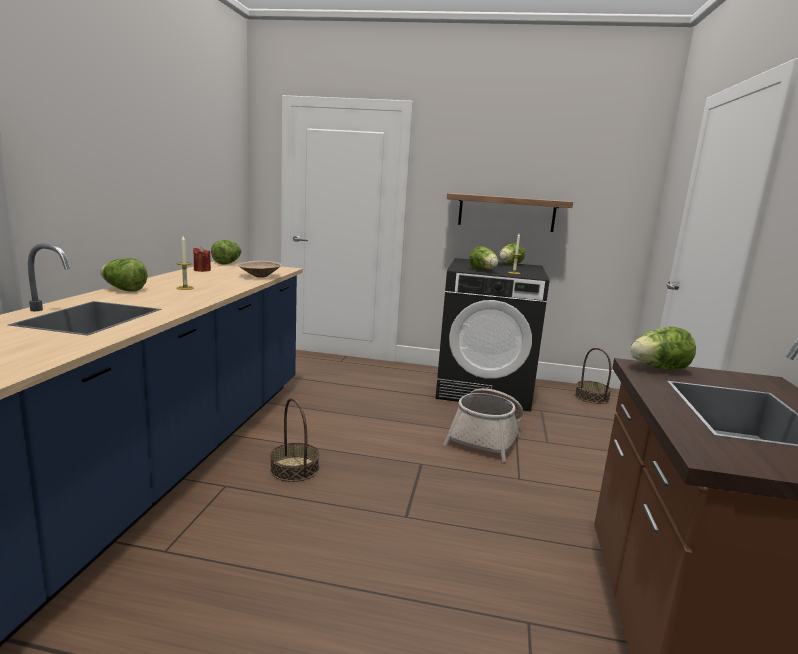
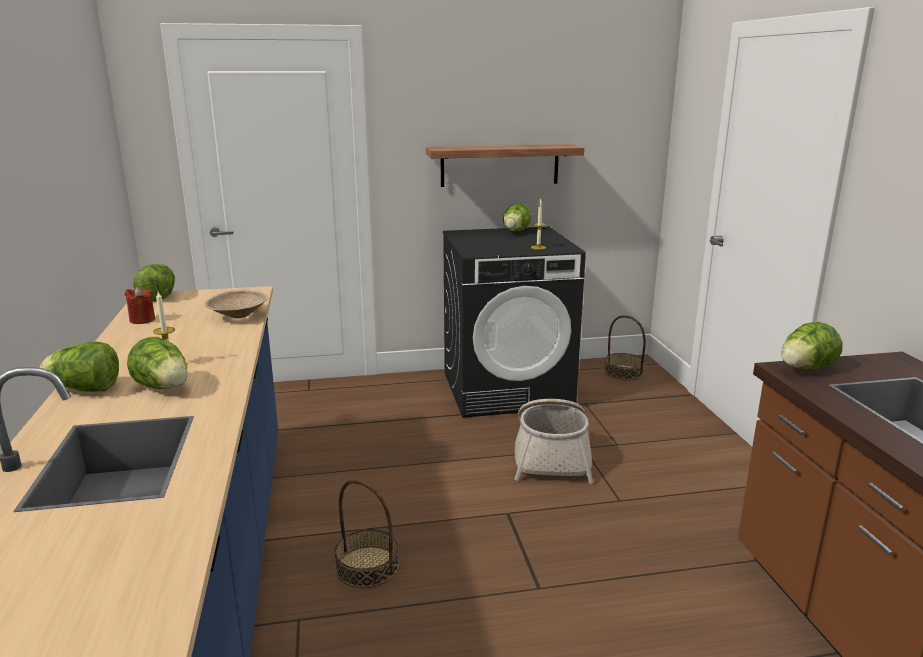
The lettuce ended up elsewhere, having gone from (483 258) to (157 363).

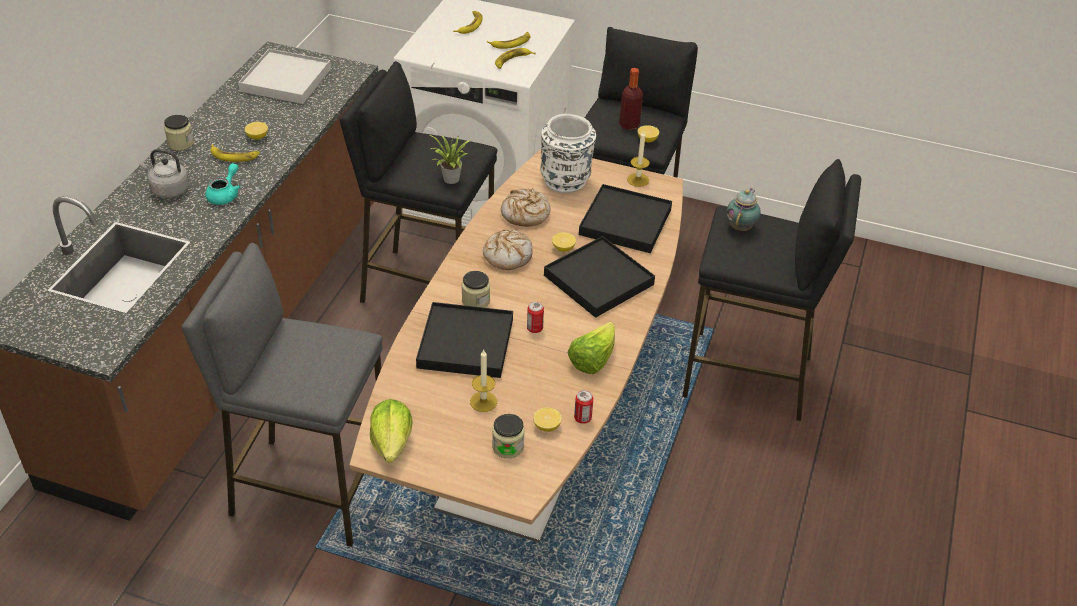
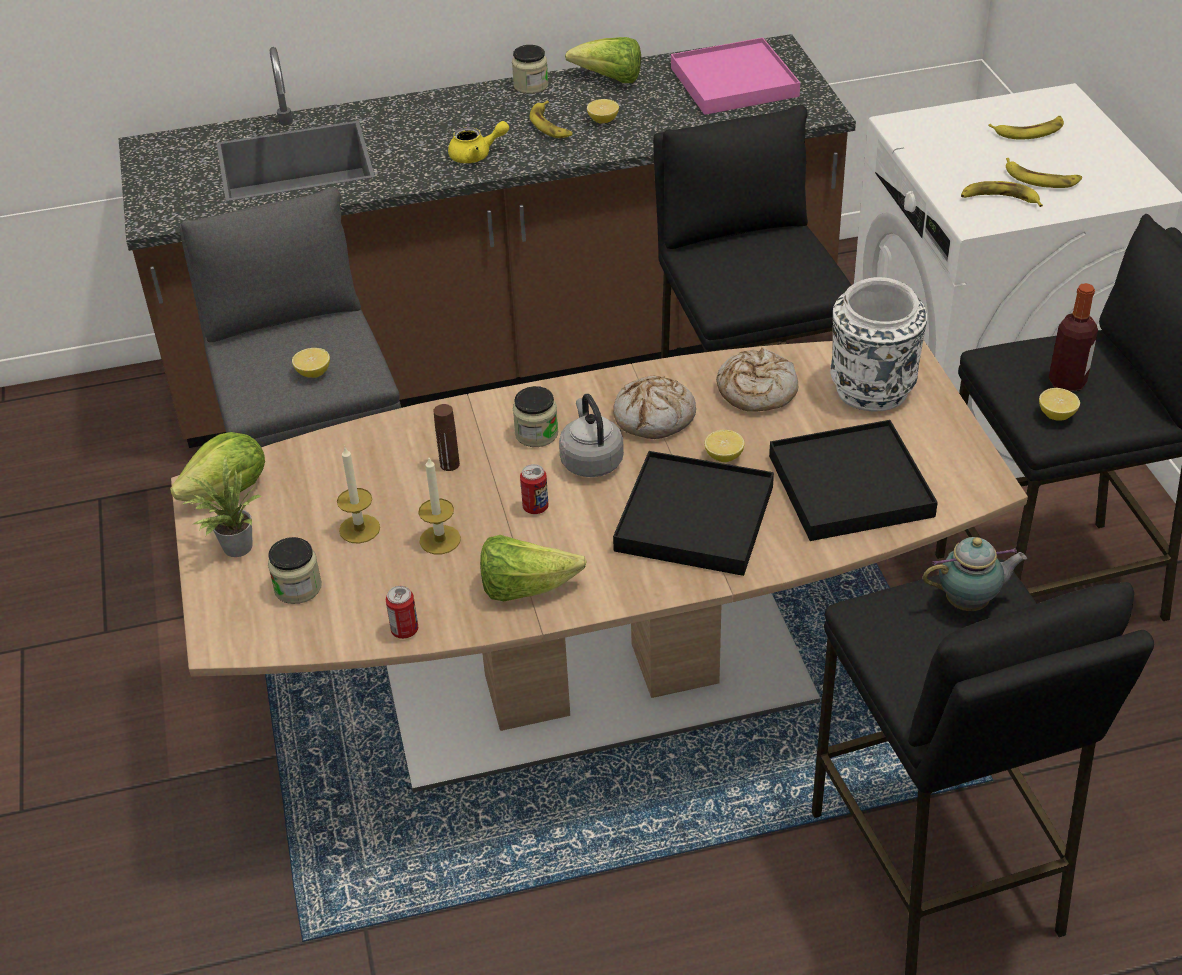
The grey kettle ended up elsewhere, having gone from (164 173) to (591 435).
What was the turquoise teapot at (223 184) turned into the yellow teapot at (478 142).
What was the white tray at (284 76) turned into the pink tray at (735 76).
Where the black tray stood at (464 340), the brown bottle came to stand at (447 437).
The potted plant ended up elsewhere, having gone from (450 159) to (221 506).
The lemon ended up elsewhere, having gone from (547 419) to (311 363).
The candle ended up elsewhere, having gone from (638 158) to (439 506).
The second view gained the lettuce at (603 60).

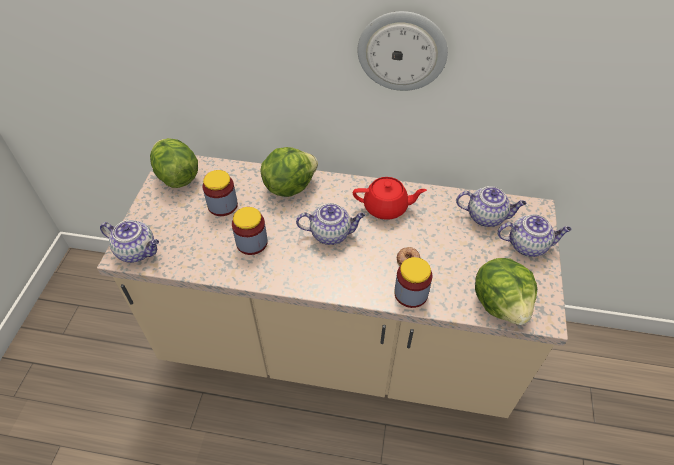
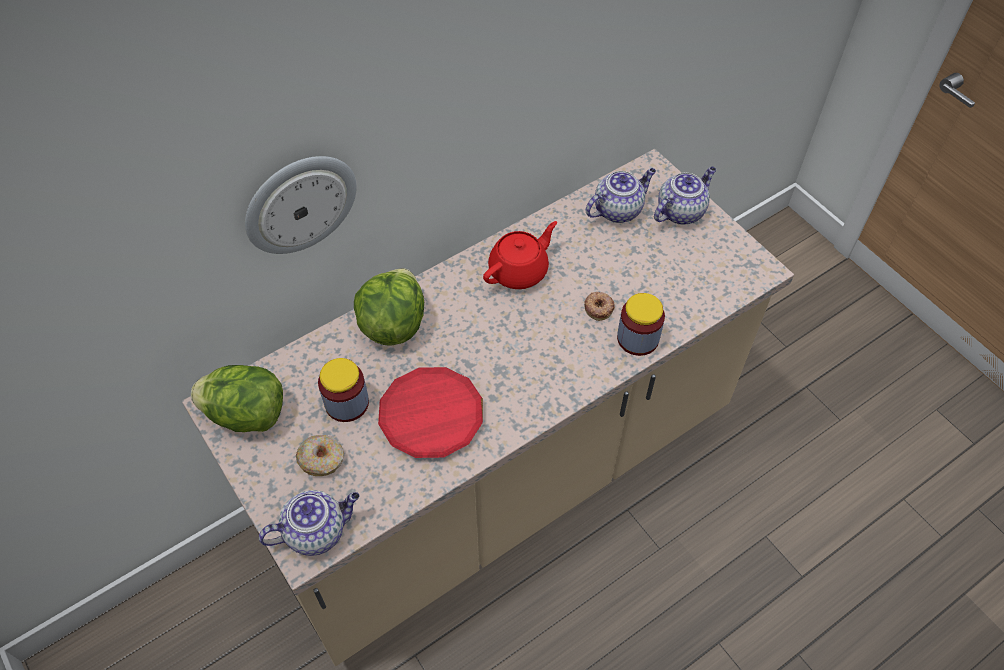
Where the jar stood at (250 231), the red plate came to stand at (430 412).
The second view lost the teapot at (330 224).
The wall clock ended up elsewhere, having gone from (402 51) to (301 205).
The second view lost the lettuce at (506 291).
The second view gained the donut at (320 455).

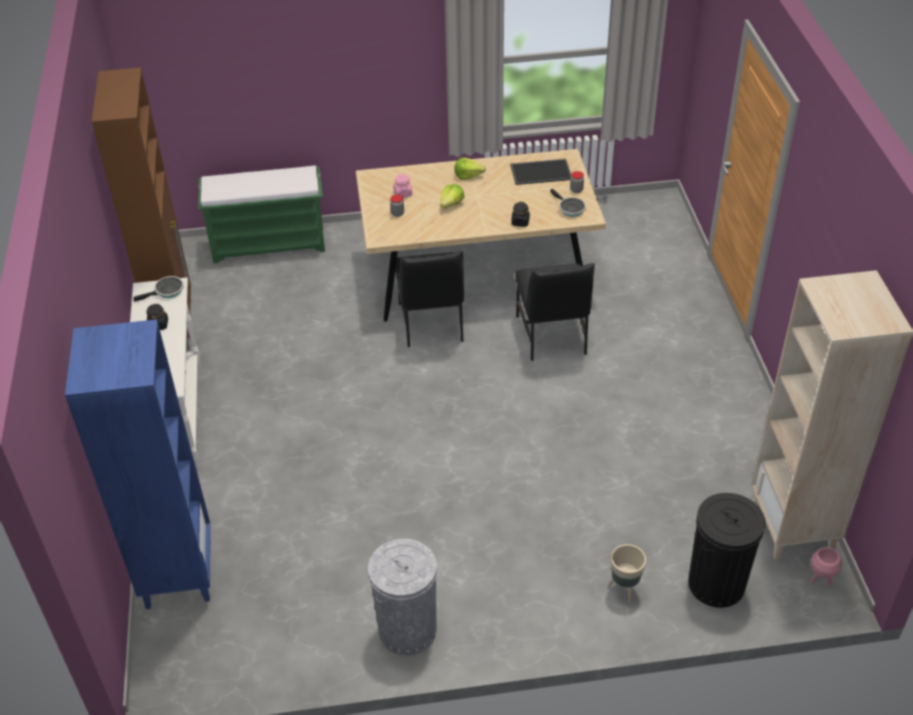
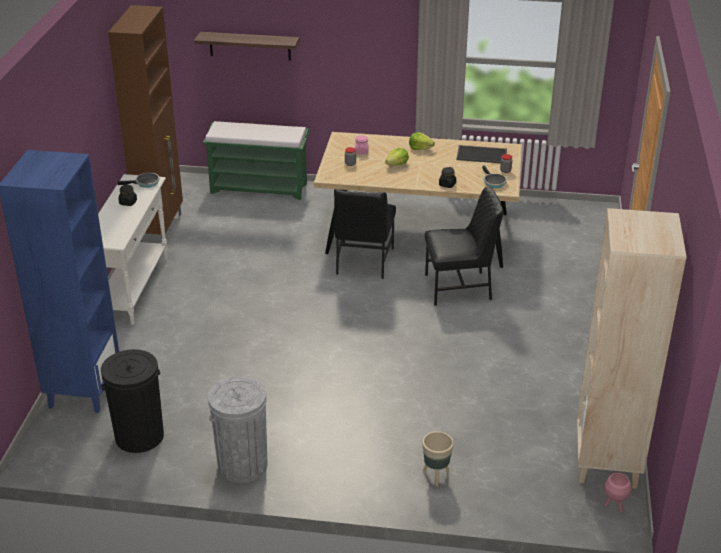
The black chair at (555 312) ended up facing another way, 105 degrees counterclockwise from before.
The black trash can ended up elsewhere, having gone from (726 550) to (132 401).
The second view gained the shelf at (246 46).

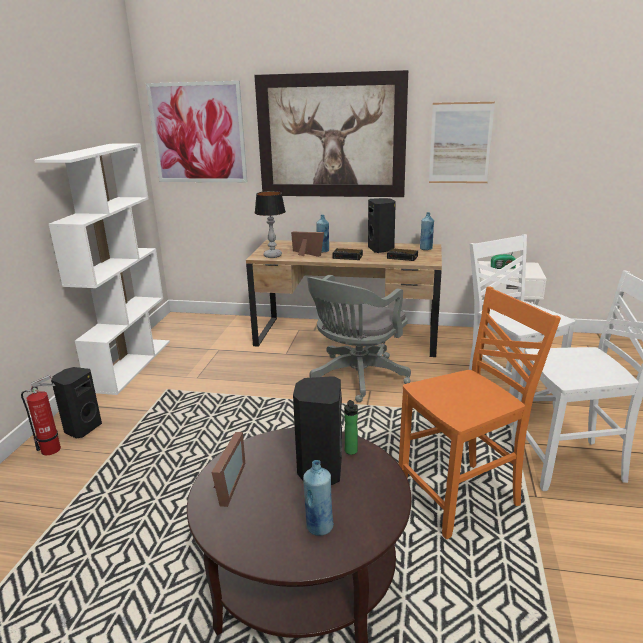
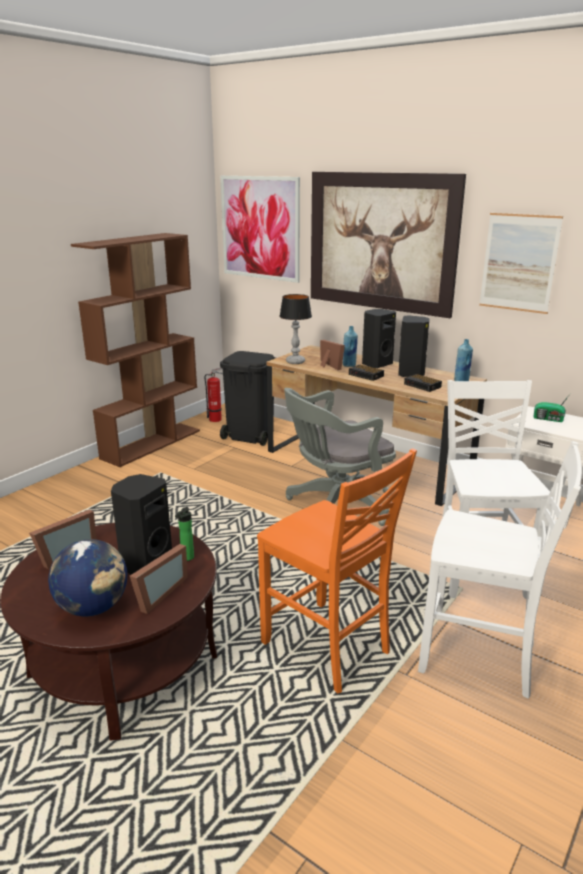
The fire extinguisher ended up elsewhere, having gone from (41 415) to (213 395).
What was the white bookcase at (102 269) turned into the brown bookcase at (135 350).
The black speaker ended up elsewhere, having gone from (76 403) to (379 338).
Where the blue bottle stood at (318 498), the globe came to stand at (87 577).
The orange chair at (480 412) ended up facing another way, 45 degrees clockwise from before.
The second view gained the picture frame at (159 579).
The second view gained the black trash can at (248 398).

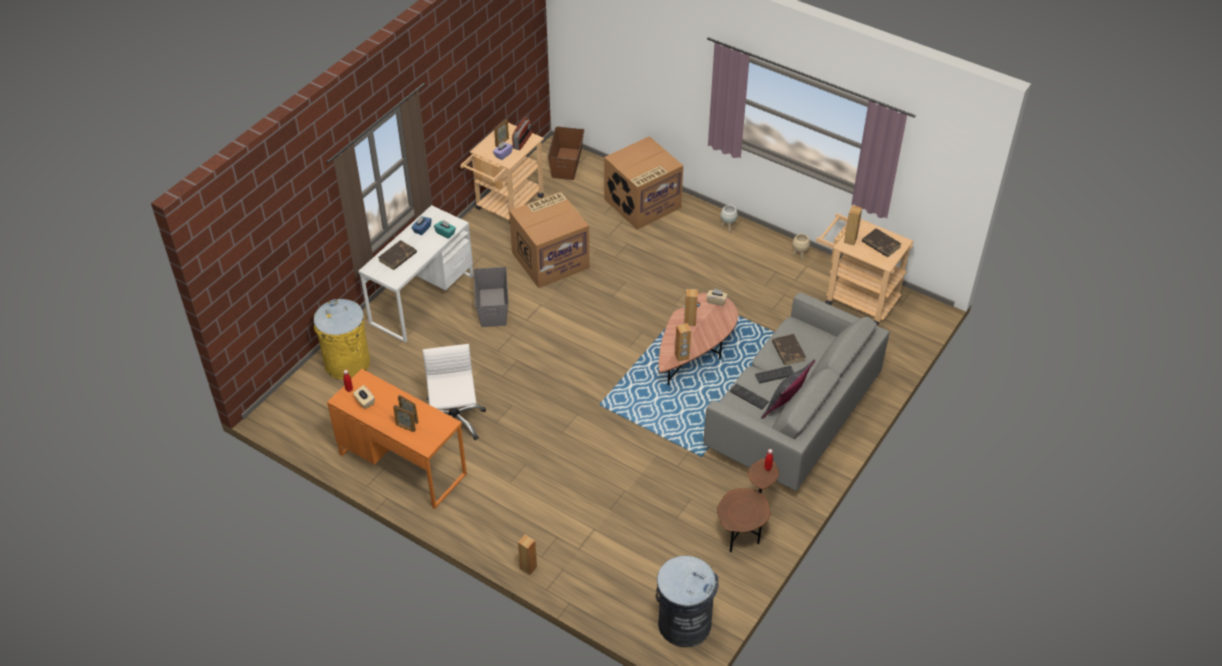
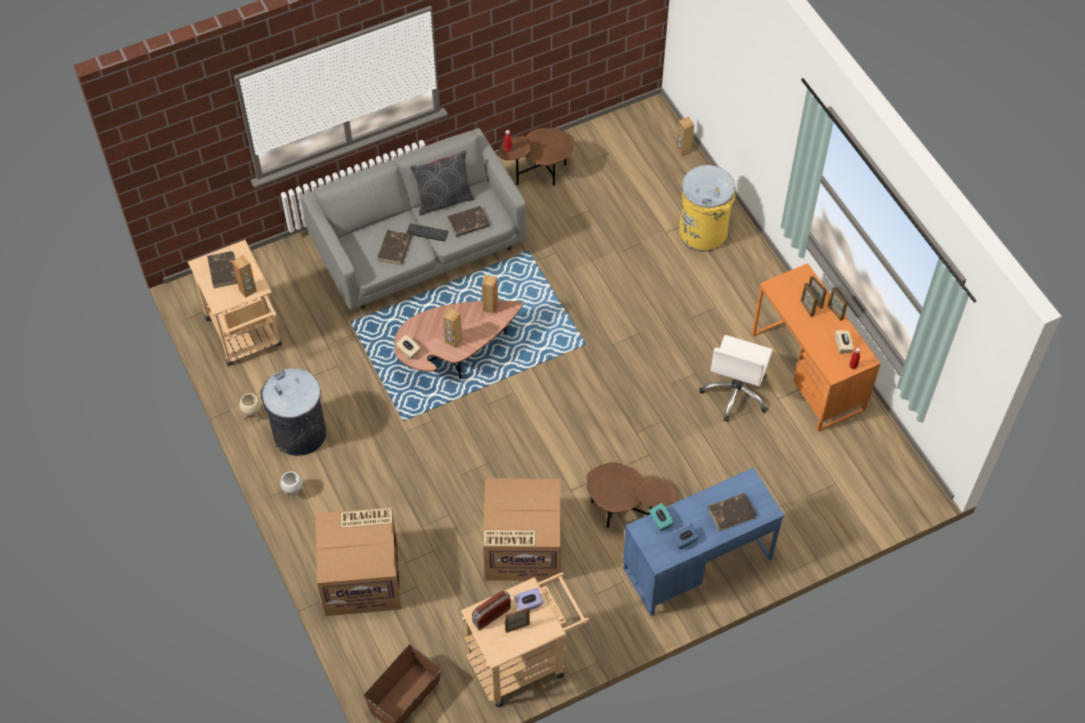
The yellow trash can ended up elsewhere, having gone from (342 339) to (707 208).
What was the white desk at (415 274) turned into the blue desk at (704 542).
Where the grey storage box stood at (491 297), the brown side table came to stand at (631 495).
The brown speaker ended up elsewhere, having gone from (527 555) to (685 136).
The grey trash can ended up elsewhere, having gone from (687 601) to (293 412).
Where the keyboard stood at (749 396), the brown book came to stand at (468 221).
The second view gained the picture frame at (838 304).

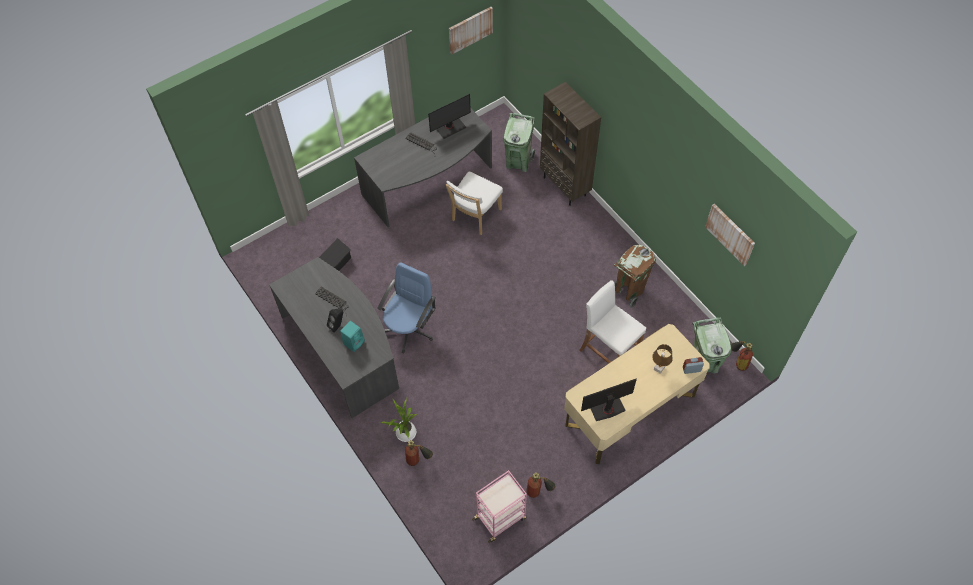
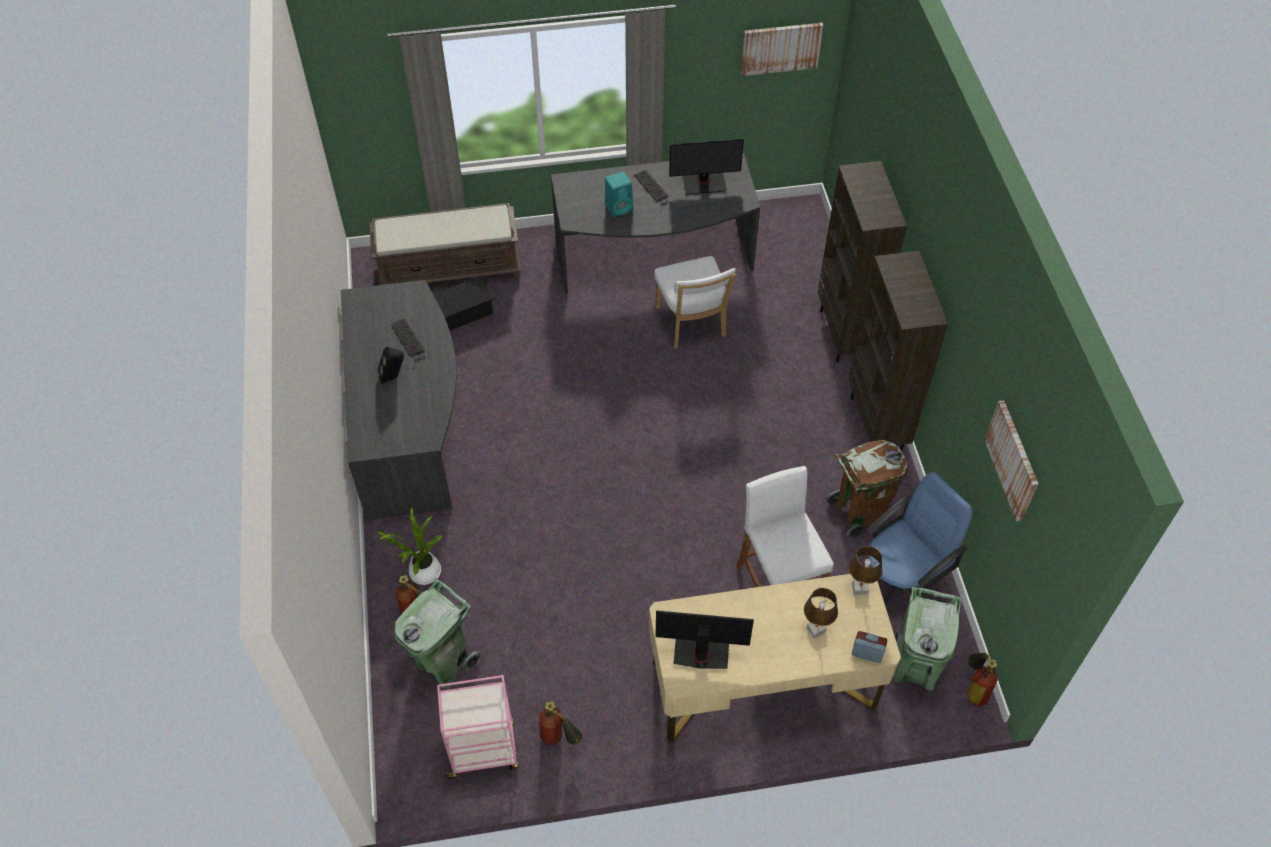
The turquoise speaker ended up elsewhere, having gone from (352 336) to (619 194).
The blue office chair ended up elsewhere, having gone from (406 308) to (920 538).
The white chair at (474 203) ended up facing another way, 75 degrees counterclockwise from before.
The green trash can ended up elsewhere, having gone from (519 142) to (437 633).
The second view gained the brown bench at (445 244).
The second view gained the brown bookcase at (898 351).
The second view gained the brown table lamp at (866 570).

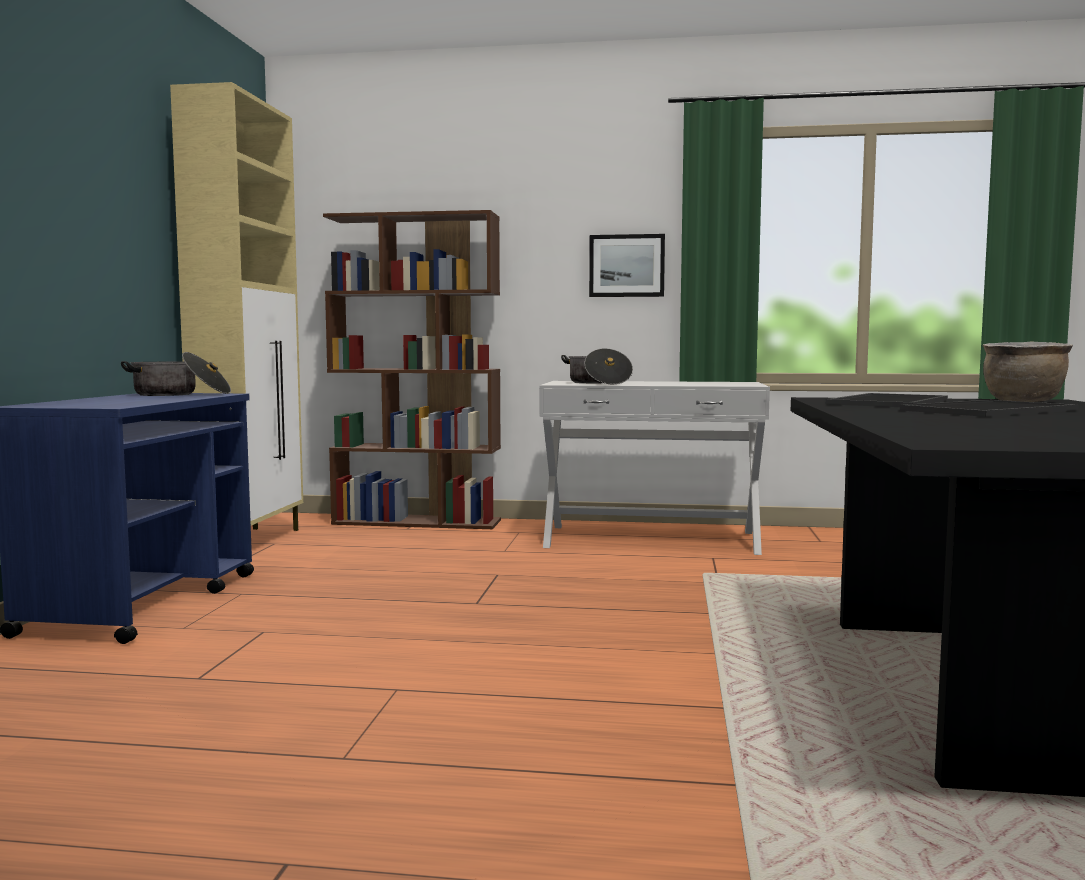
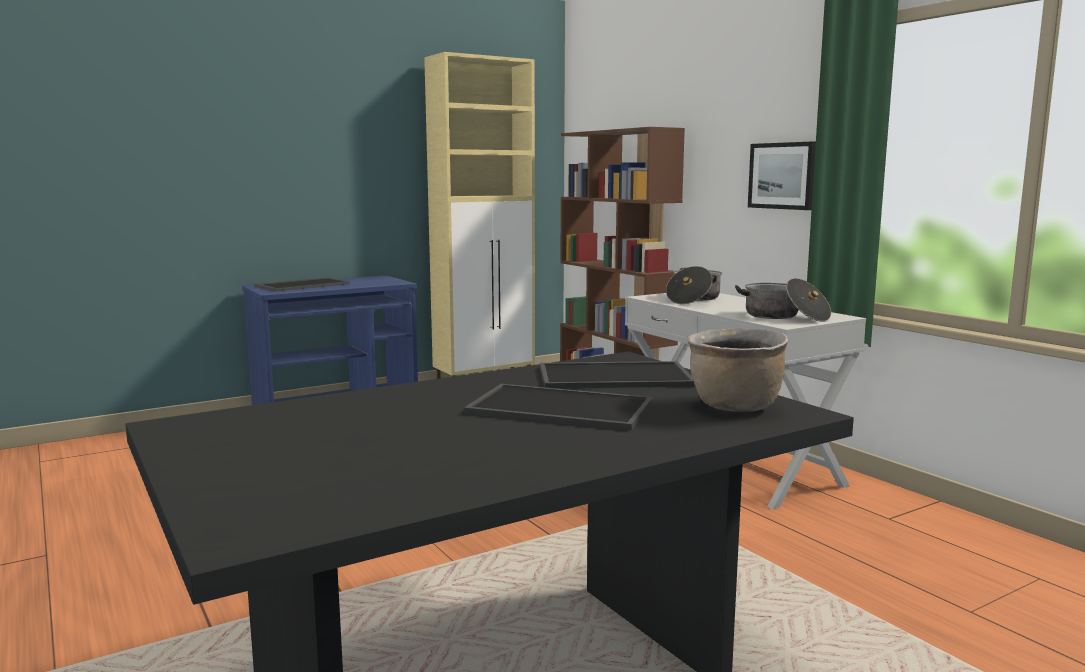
The cooking pot ended up elsewhere, having gone from (176 374) to (783 300).
The second view gained the tray at (302 284).

